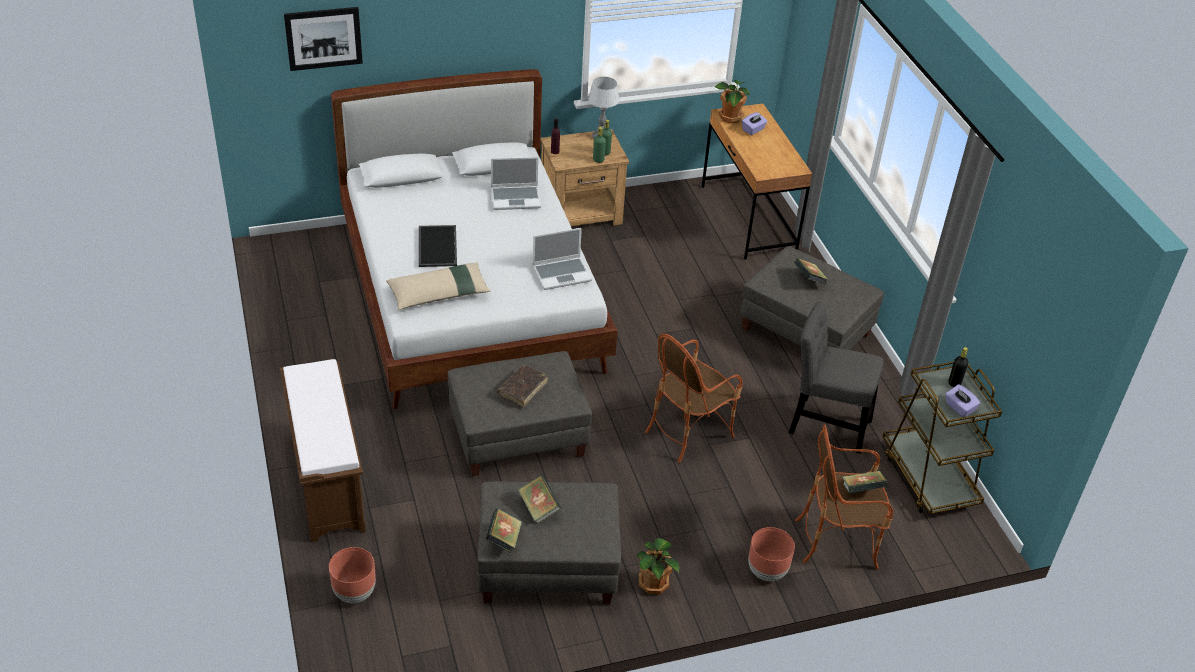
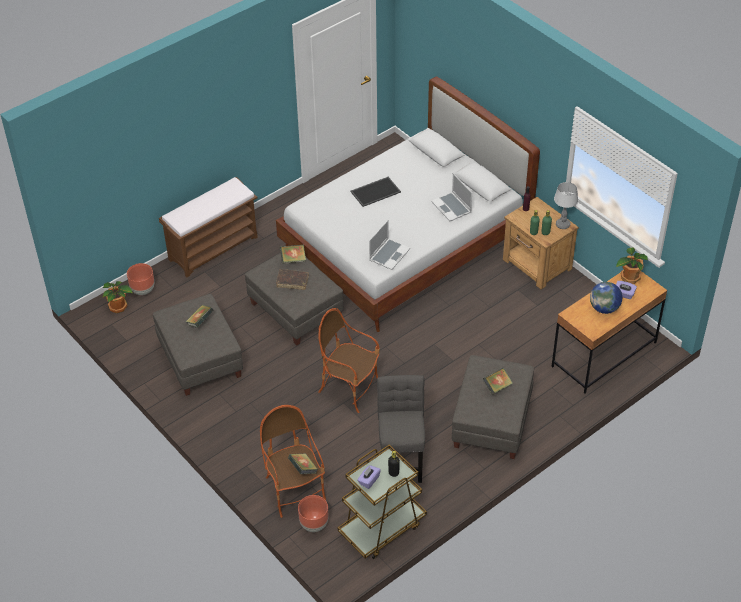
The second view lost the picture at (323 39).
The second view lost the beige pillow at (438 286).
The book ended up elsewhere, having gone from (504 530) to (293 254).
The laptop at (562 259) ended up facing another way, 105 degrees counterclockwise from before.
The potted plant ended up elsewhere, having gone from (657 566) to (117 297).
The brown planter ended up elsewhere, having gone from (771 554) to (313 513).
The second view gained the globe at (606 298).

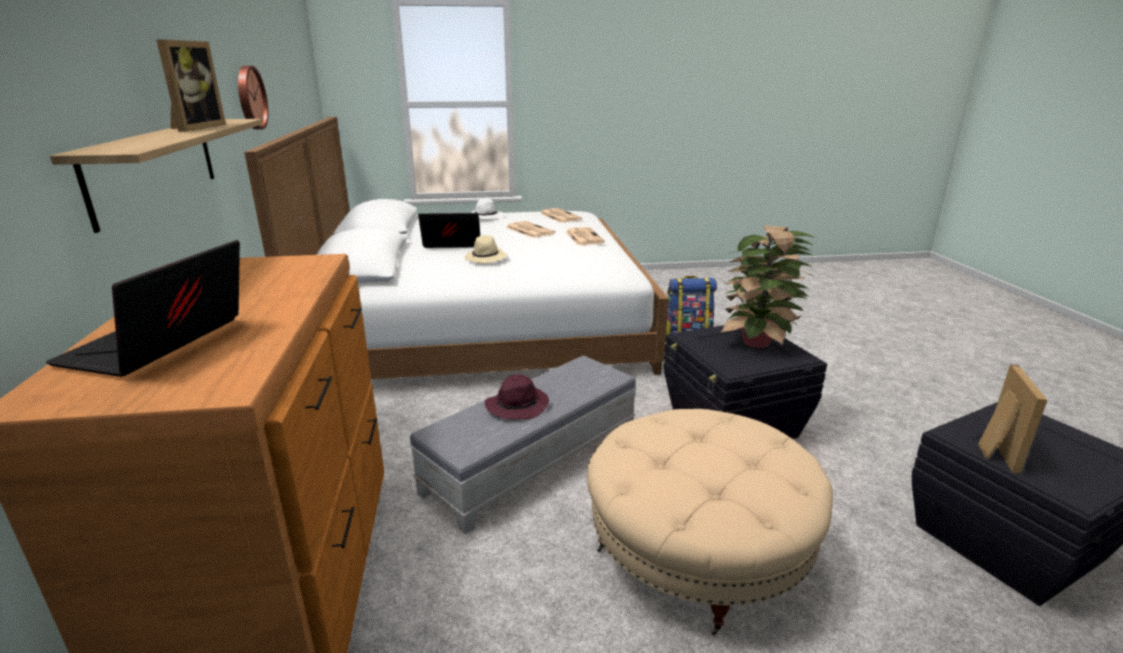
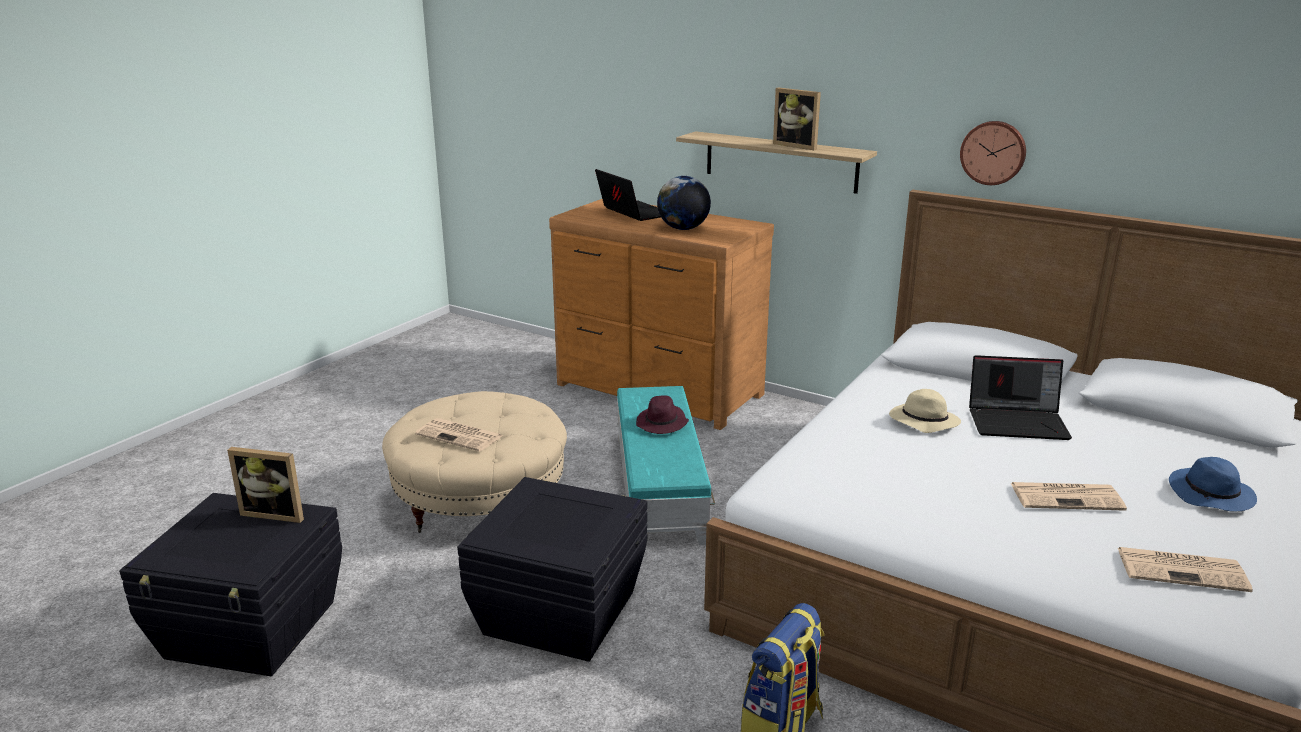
What was the grey ottoman at (523 445) turned into the turquoise ottoman at (666 465).
The laptop at (449 230) ended up facing another way, 60 degrees clockwise from before.
What was the white hat at (487 208) turned into the blue hat at (1213 484).
The newspaper ended up elsewhere, having gone from (585 236) to (459 434).
The second view lost the potted plant at (767 287).
The picture frame at (1012 419) ended up facing another way, 45 degrees counterclockwise from before.
The second view gained the globe at (684 203).

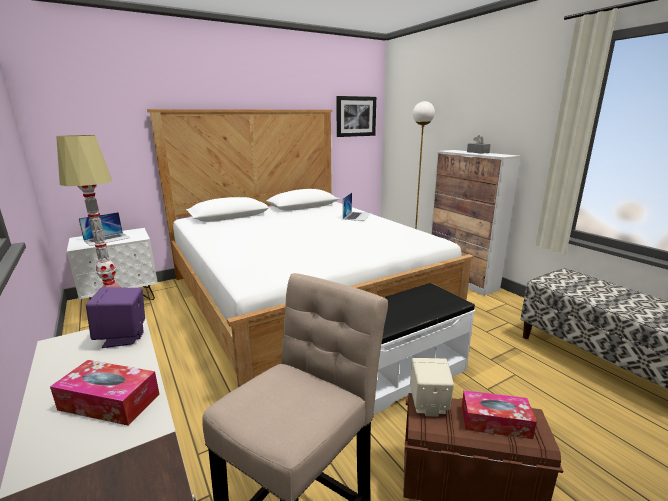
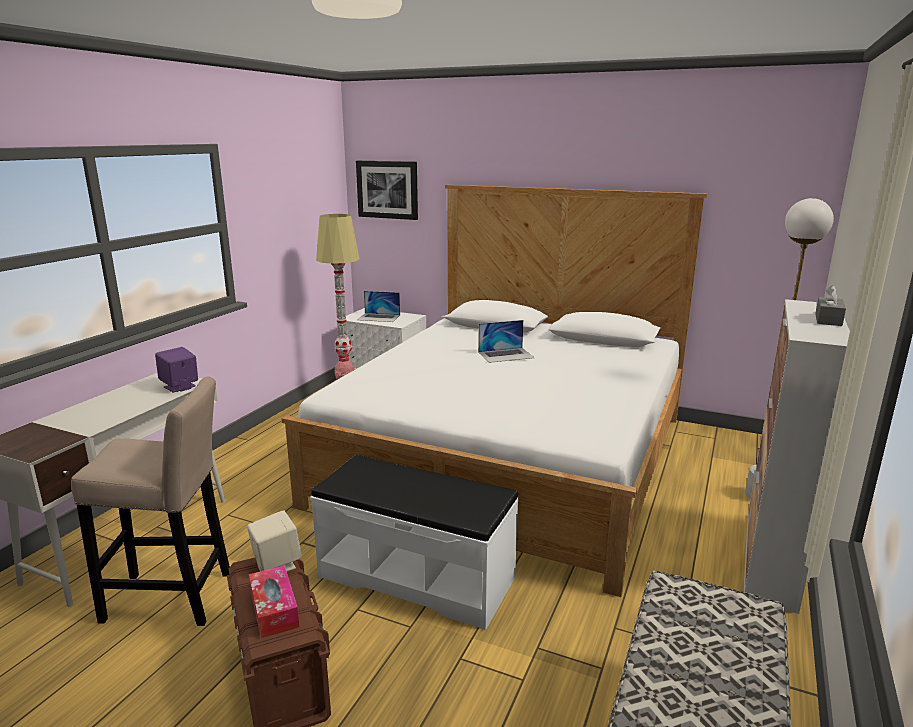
The second view lost the tissue box at (104 393).
The picture ended up elsewhere, having gone from (356 116) to (387 190).
The laptop ended up elsewhere, having gone from (357 207) to (506 341).

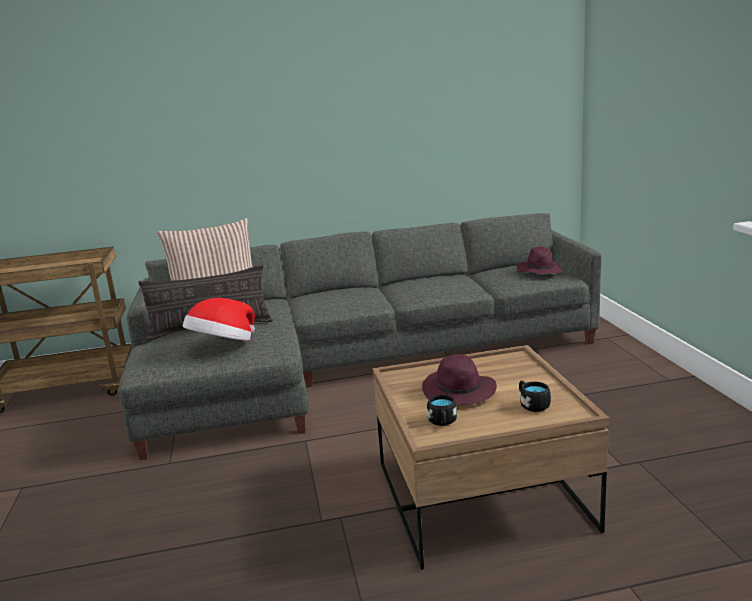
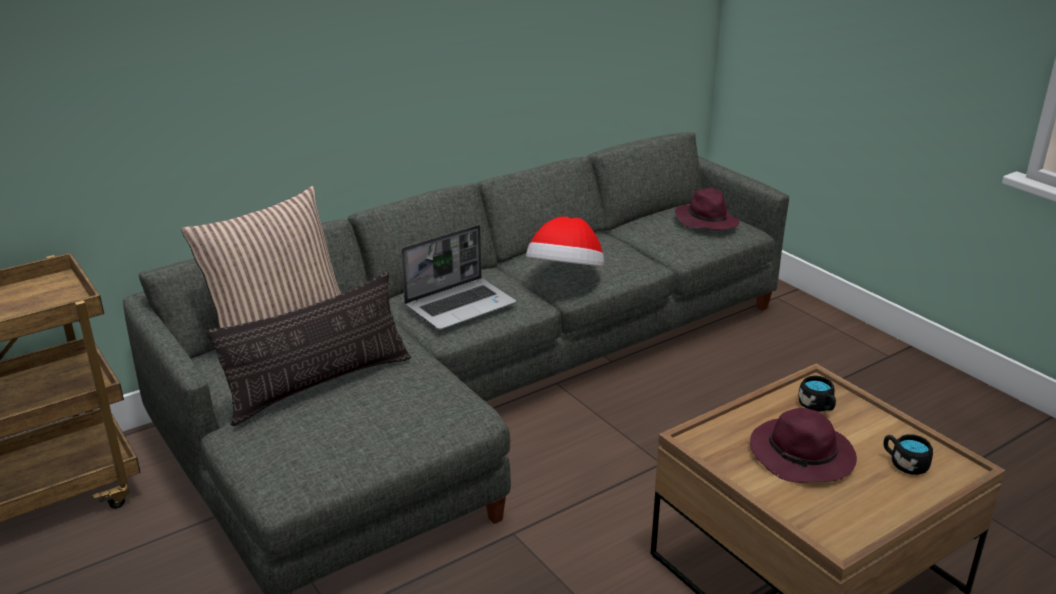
The hat ended up elsewhere, having gone from (219 319) to (565 242).
The black mug ended up elsewhere, having gone from (442 410) to (817 394).
The second view gained the laptop at (458 277).

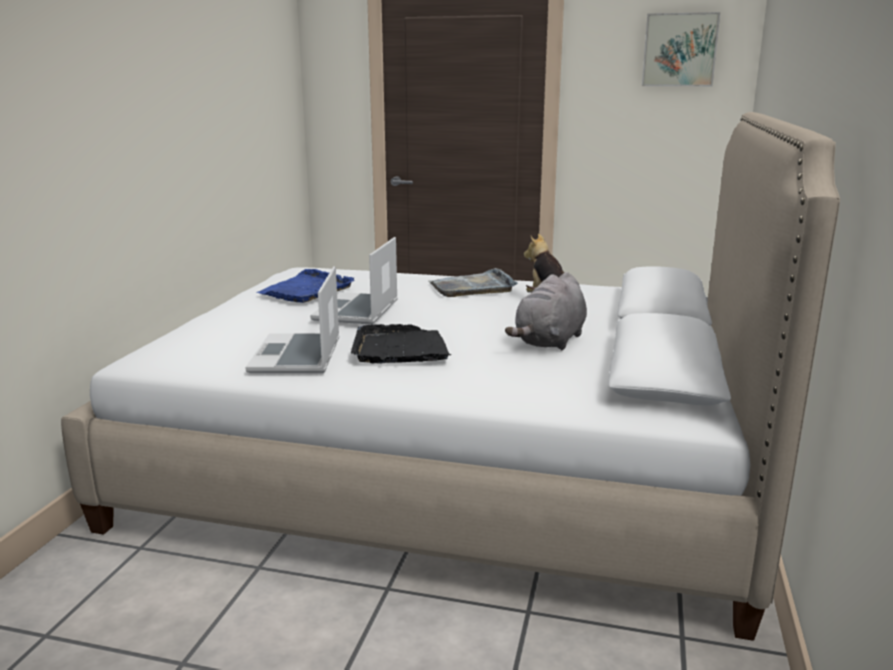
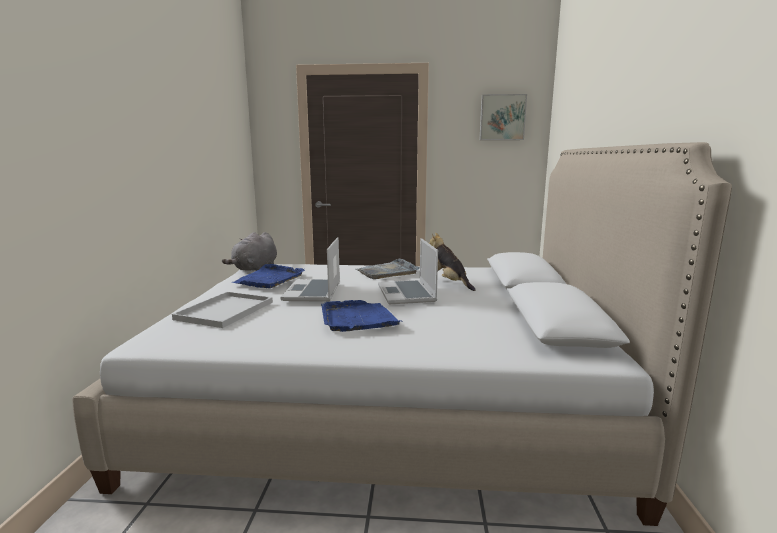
The laptop ended up elsewhere, having gone from (292 319) to (408 271).
What was the black tray at (401 343) turned into the blue tray at (361 316).
The grey plush toy ended up elsewhere, having gone from (546 311) to (249 251).
The second view gained the white tray at (222 310).

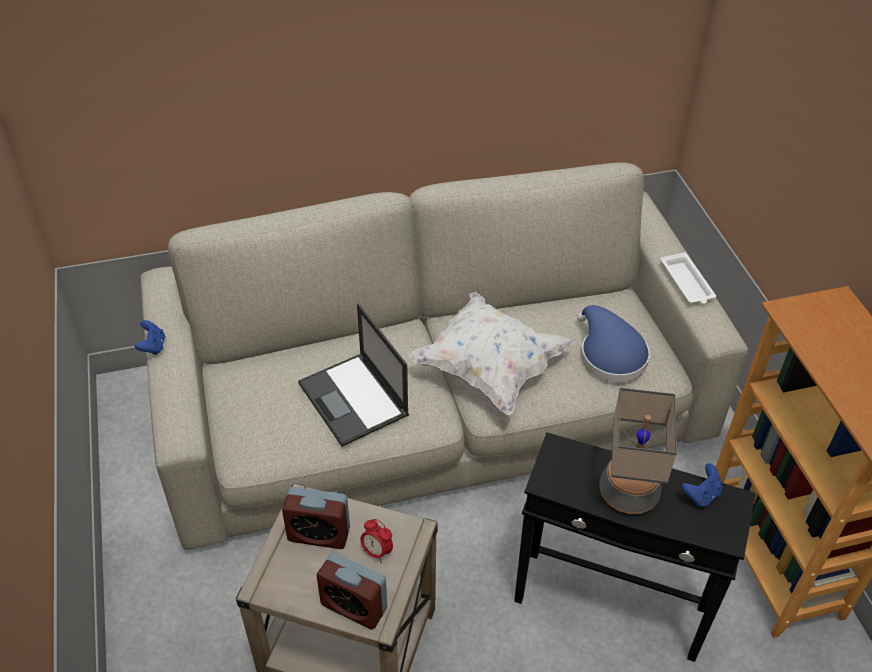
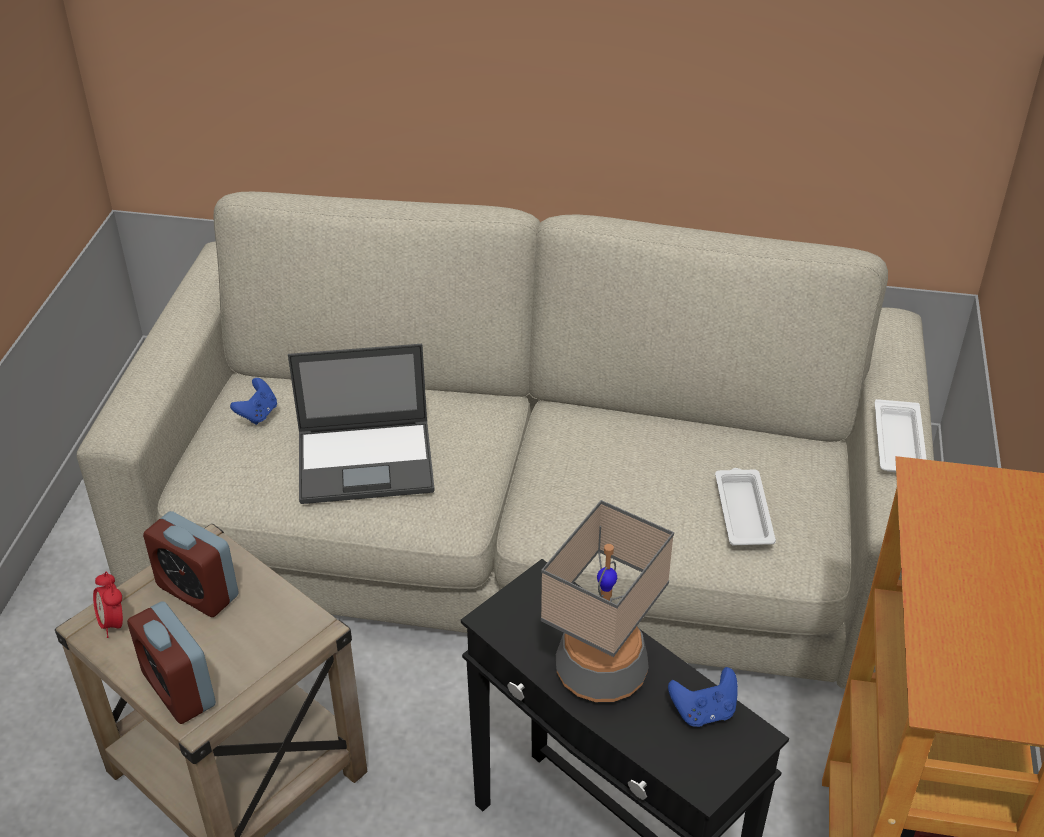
The blue game controller ended up elsewhere, having gone from (150 337) to (253 401).
The laptop at (353 375) ended up facing another way, 90 degrees counterclockwise from before.
The alarm clock ended up elsewhere, having gone from (376 541) to (108 604).
The second view lost the white pillow at (491 353).
Where the blue hat stood at (613 343), the white tray came to stand at (745 506).

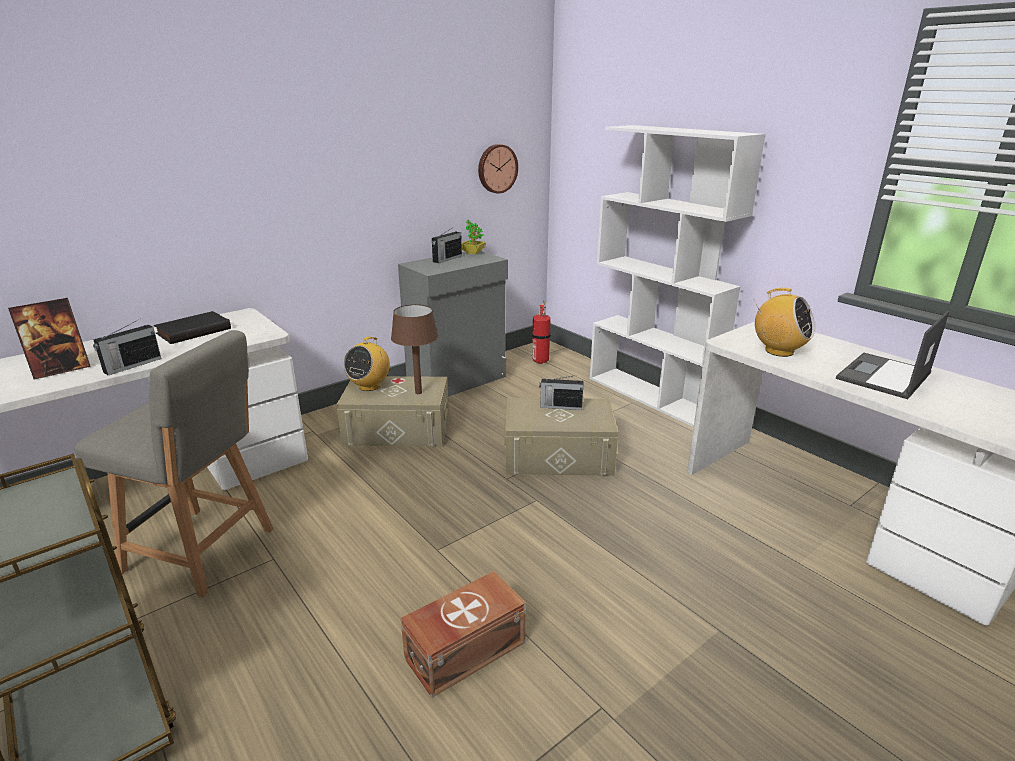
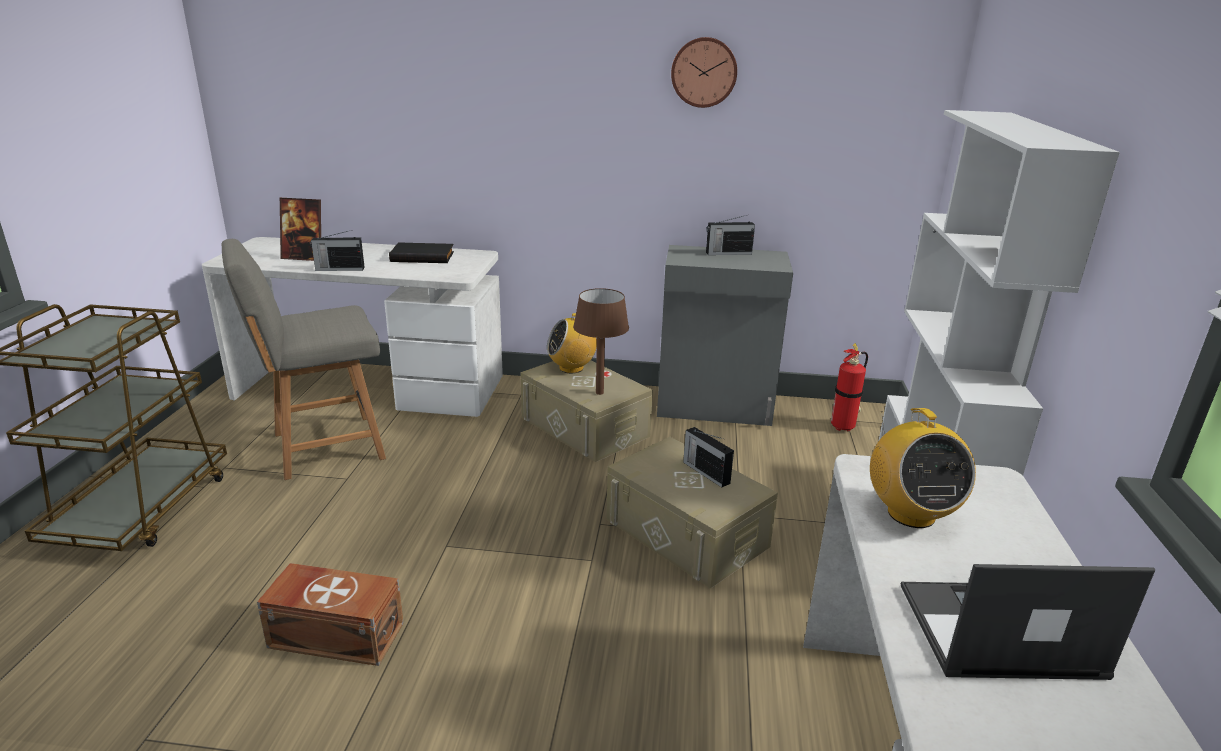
The grey chair at (174 463) ended up facing another way, 90 degrees clockwise from before.
The second view lost the potted plant at (474 237).
The wall clock ended up elsewhere, having gone from (498 169) to (704 72).

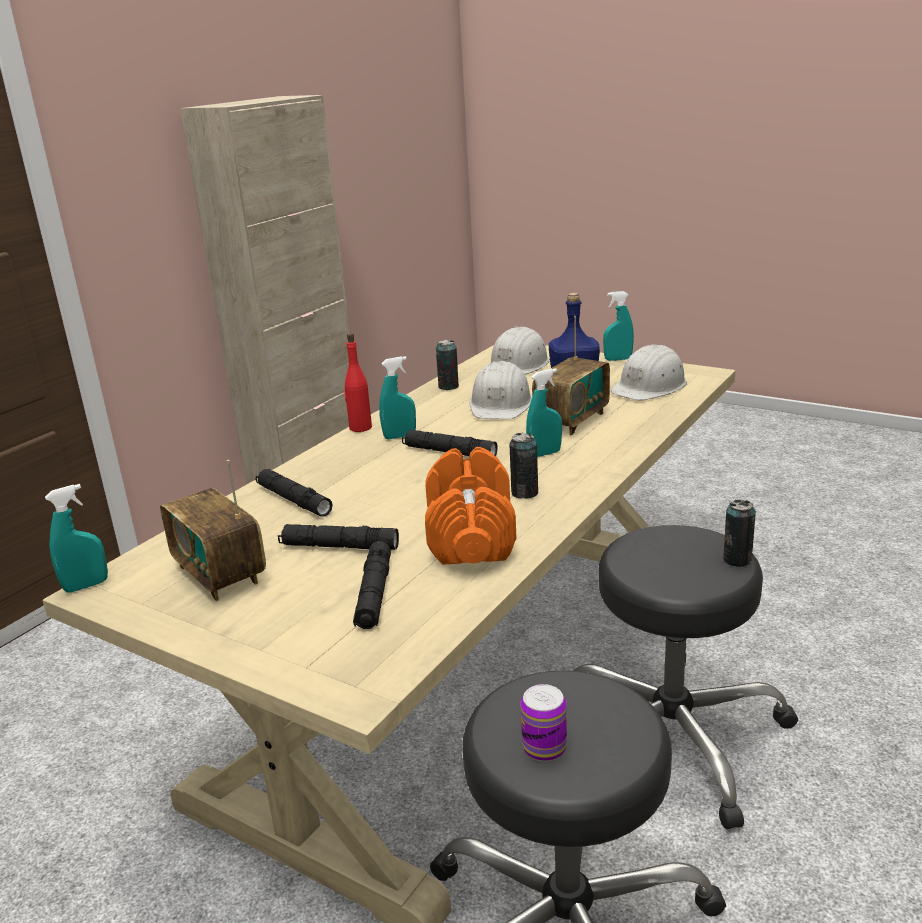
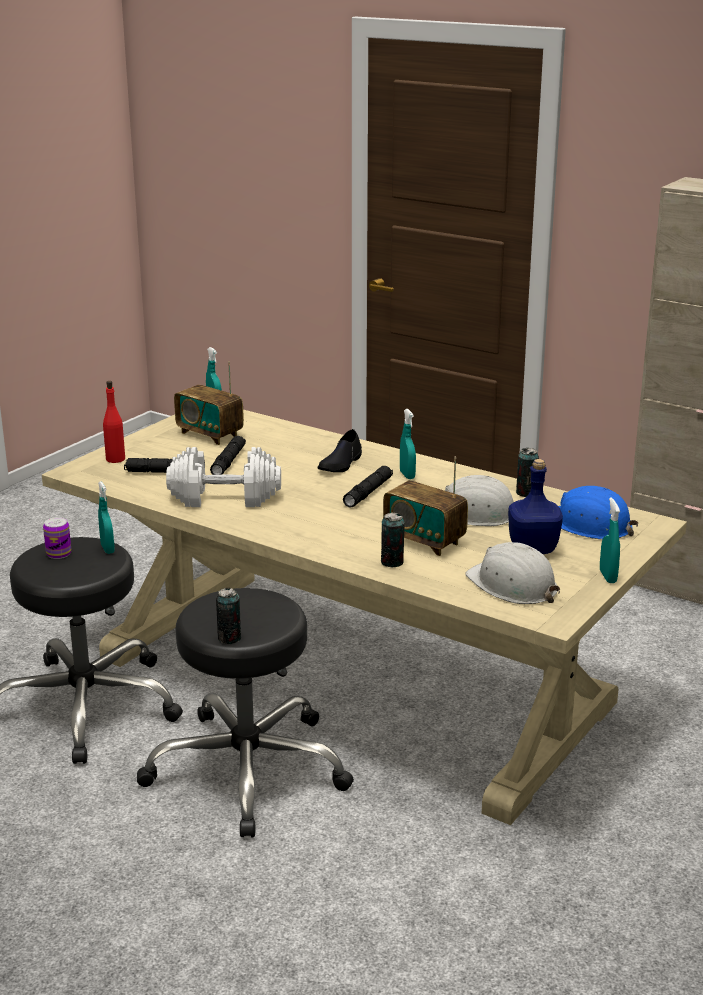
The radio at (213 530) ended up facing another way, 105 degrees counterclockwise from before.
The second view lost the black flashlight at (294 493).
The red bottle ended up elsewhere, having gone from (358 382) to (114 422).
What was the orange dumbbell at (470 506) turned into the white dumbbell at (223 477).
What was the white hard hat at (519 350) turned into the blue hard hat at (599 513).
The can ended up elsewhere, having gone from (524 466) to (393 539).
The turquoise spray bottle ended up elsewhere, having gone from (544 412) to (106 517).
The second view gained the black shoe at (340 450).

